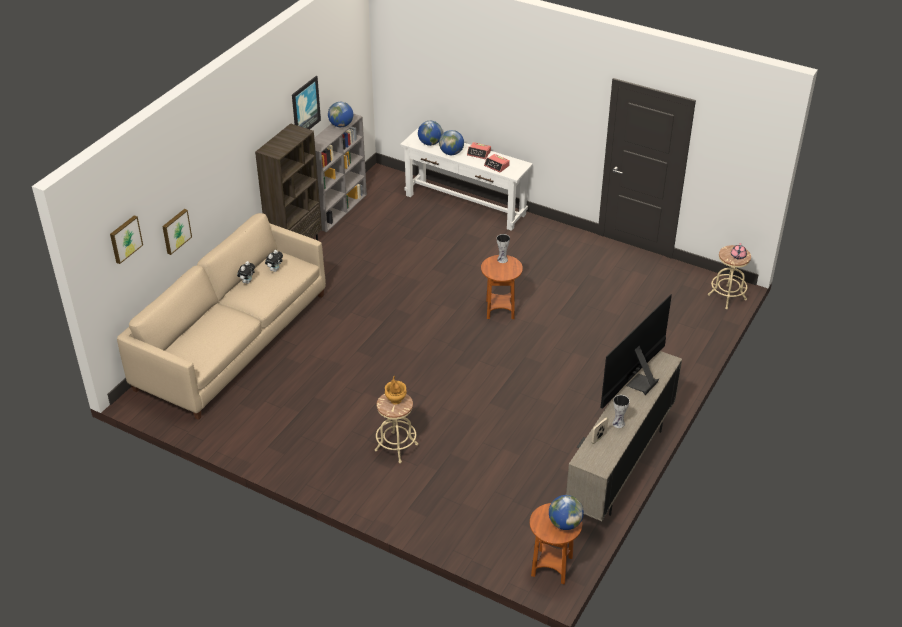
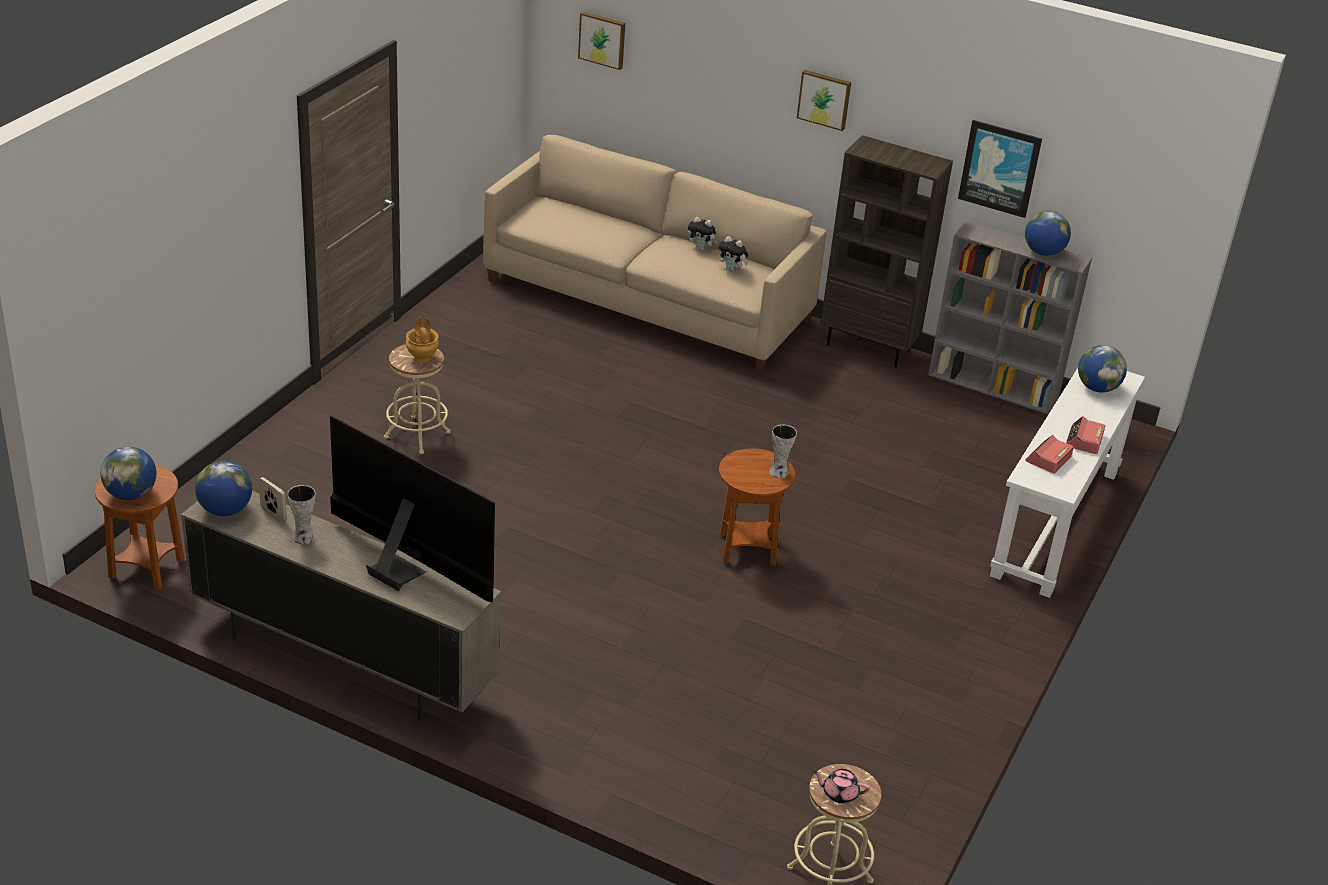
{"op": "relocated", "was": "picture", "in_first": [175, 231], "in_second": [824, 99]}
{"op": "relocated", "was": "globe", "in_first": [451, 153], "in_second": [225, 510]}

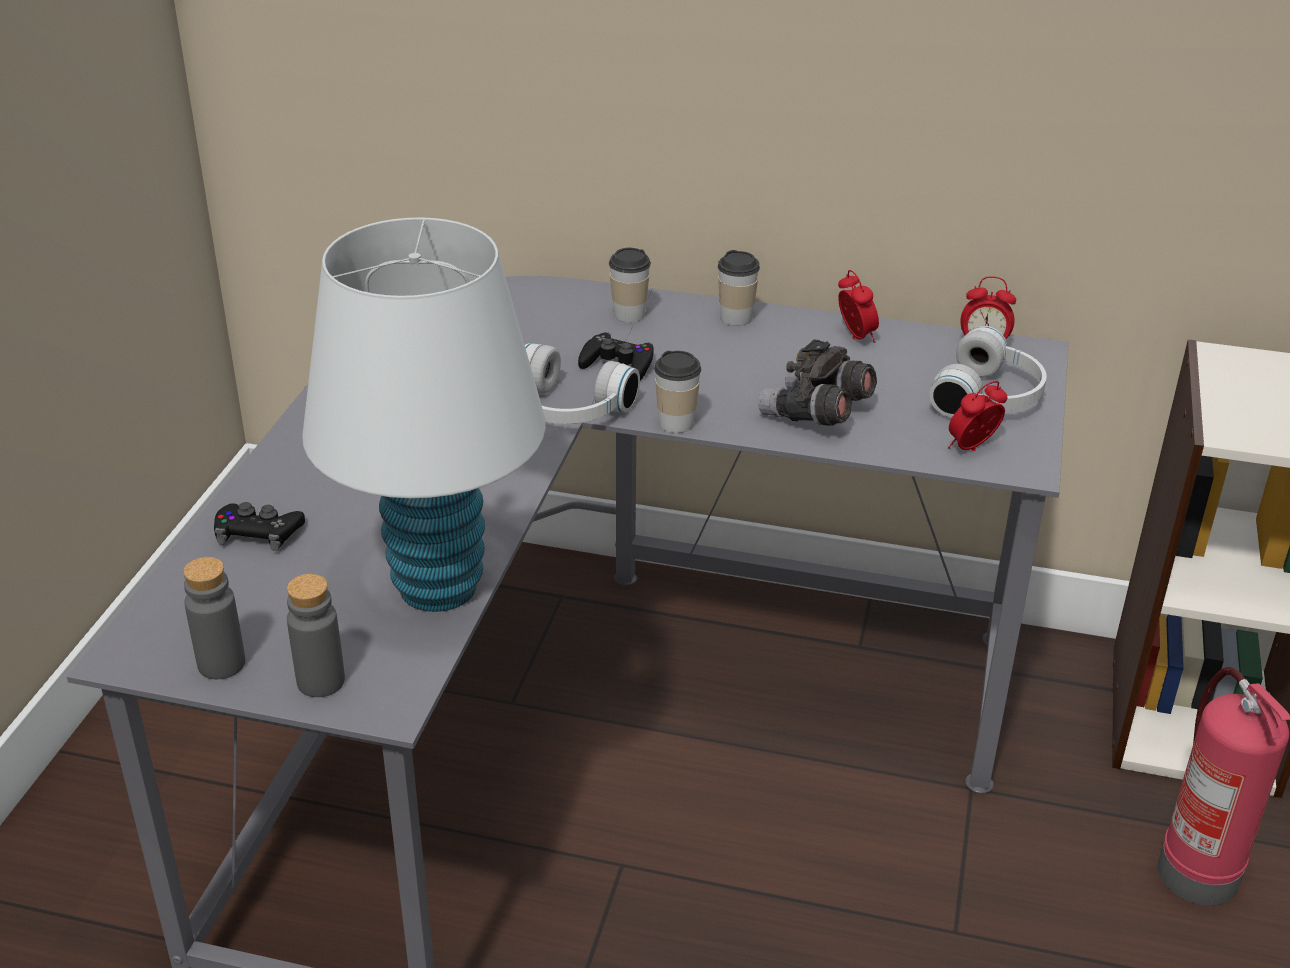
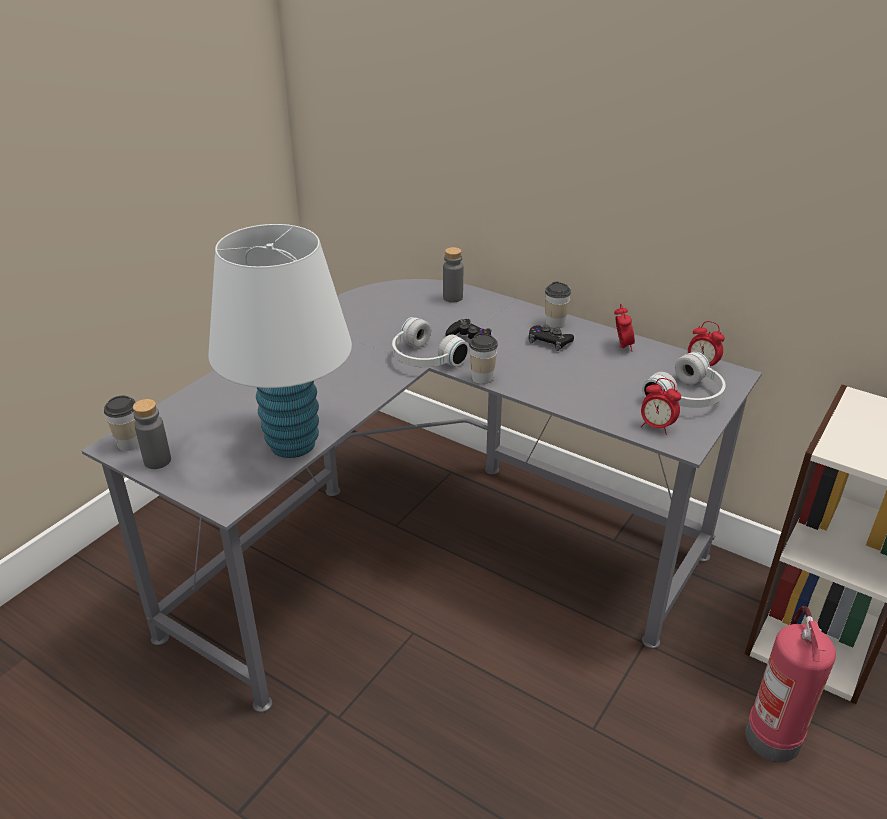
{"op": "relocated", "was": "black_game_controller", "in_first": [258, 533], "in_second": [549, 341]}
{"op": "relocated", "was": "grey_bottle", "in_first": [321, 681], "in_second": [453, 298]}
{"op": "relocated", "was": "cup", "in_first": [629, 314], "in_second": [129, 443]}
{"op": "missing", "was": "grey_binoculars", "in_first": [815, 414]}
{"op": "spun", "was": "alarm_clock", "in_first": [972, 449], "in_second": [656, 427], "clockwise": -135}

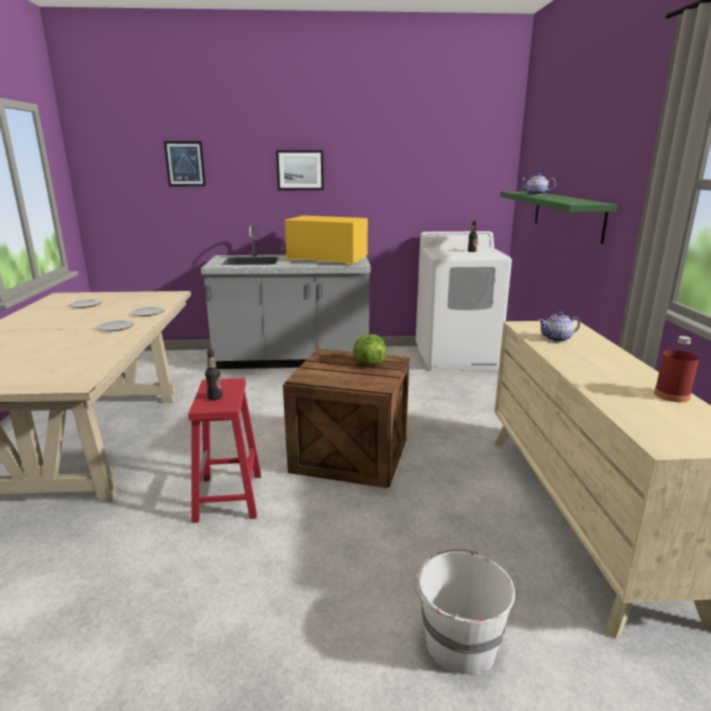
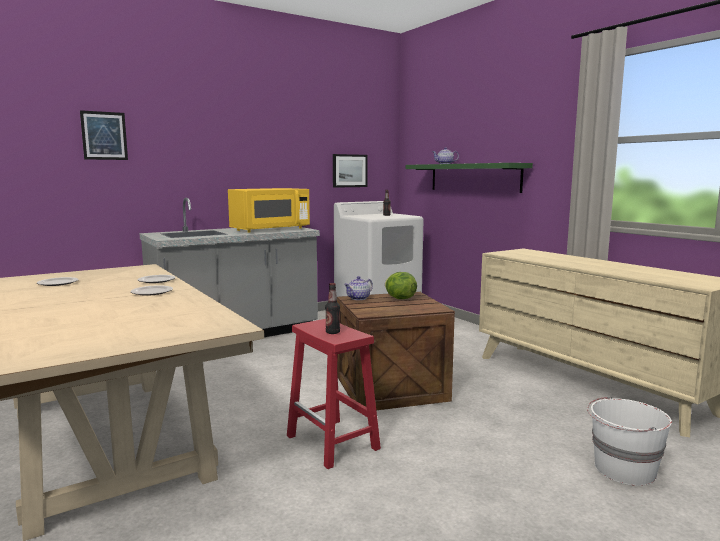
{"op": "relocated", "was": "picture", "in_first": [300, 170], "in_second": [349, 170]}
{"op": "spun", "was": "yellow_microwave", "in_first": [327, 261], "in_second": [270, 229], "clockwise": 150}
{"op": "relocated", "was": "teapot", "in_first": [557, 339], "in_second": [359, 298]}
{"op": "missing", "was": "red_bottle", "in_first": [671, 395]}

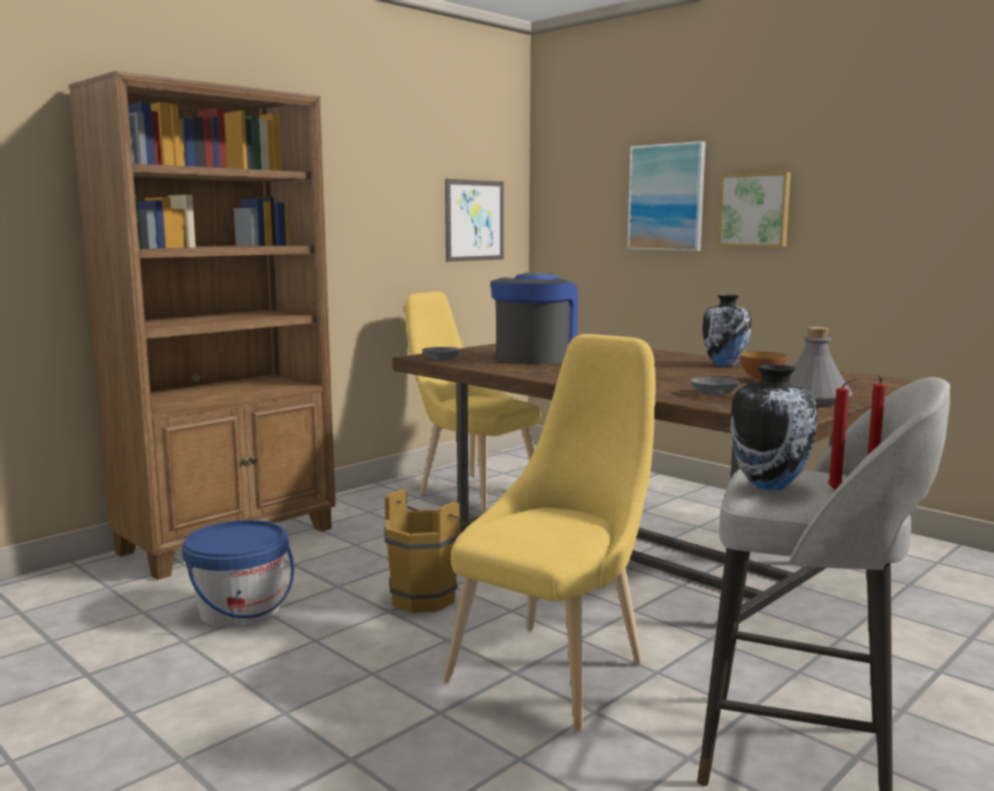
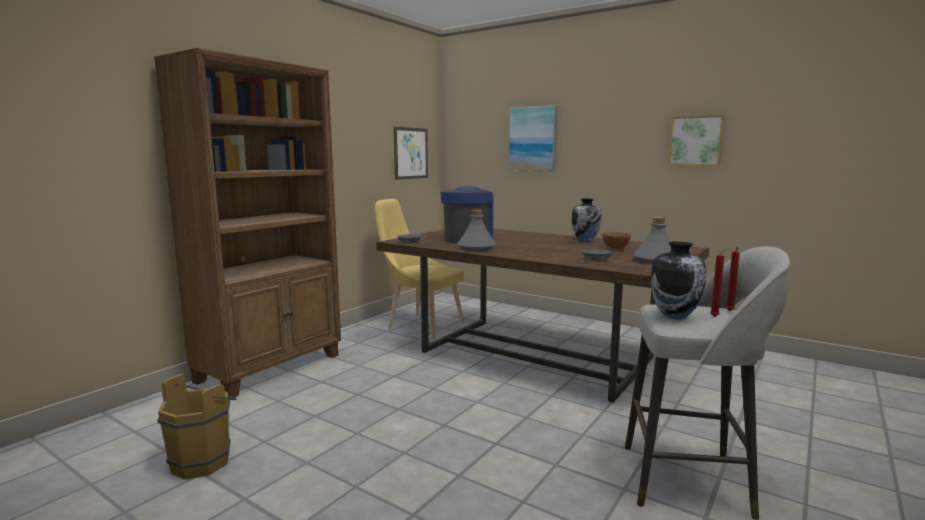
{"op": "missing", "was": "blue_bucket", "in_first": [240, 611]}
{"op": "relocated", "was": "brown_bucket", "in_first": [427, 597], "in_second": [205, 460]}
{"op": "missing", "was": "yellow_chair", "in_first": [556, 668]}
{"op": "relocated", "was": "picture", "in_first": [755, 210], "in_second": [696, 140]}
{"op": "appeared", "now": "grey_bottle", "in_second": [476, 248]}

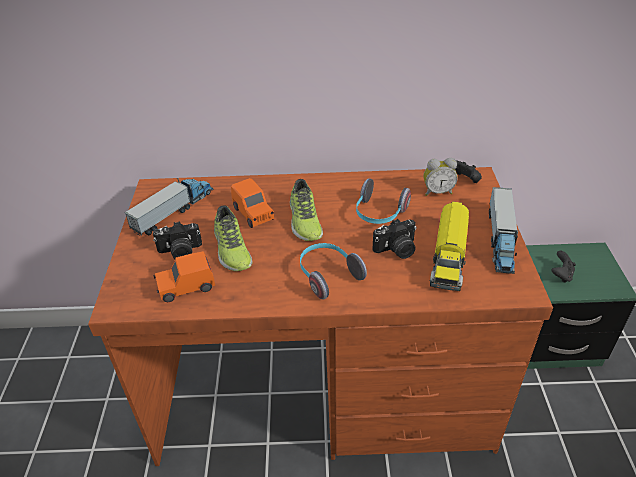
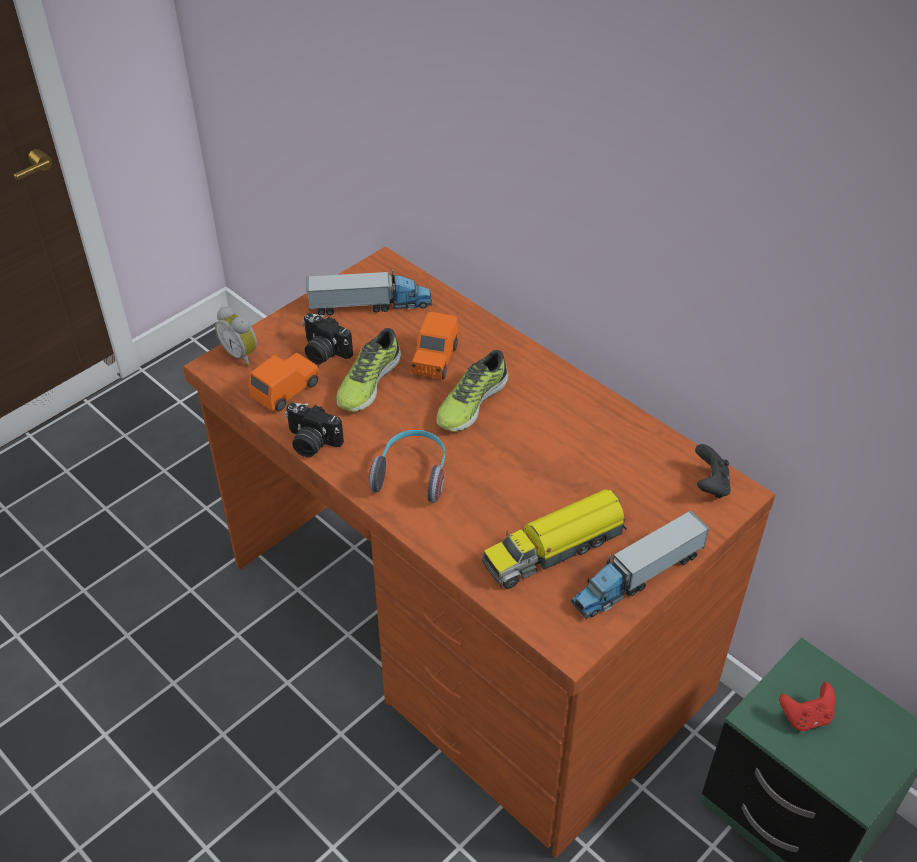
{"op": "spun", "was": "orange_toy_car", "in_first": [186, 287], "in_second": [286, 390], "clockwise": 105}
{"op": "missing", "was": "headphones", "in_first": [379, 214]}
{"op": "relocated", "was": "photo_camera", "in_first": [396, 250], "in_second": [311, 443]}
{"op": "relocated", "was": "alarm_clock", "in_first": [437, 192], "in_second": [242, 354]}
{"op": "colour", "was": "black_game_controller", "now": "red_game_controller", "in_first": [561, 275], "in_second": [805, 717]}

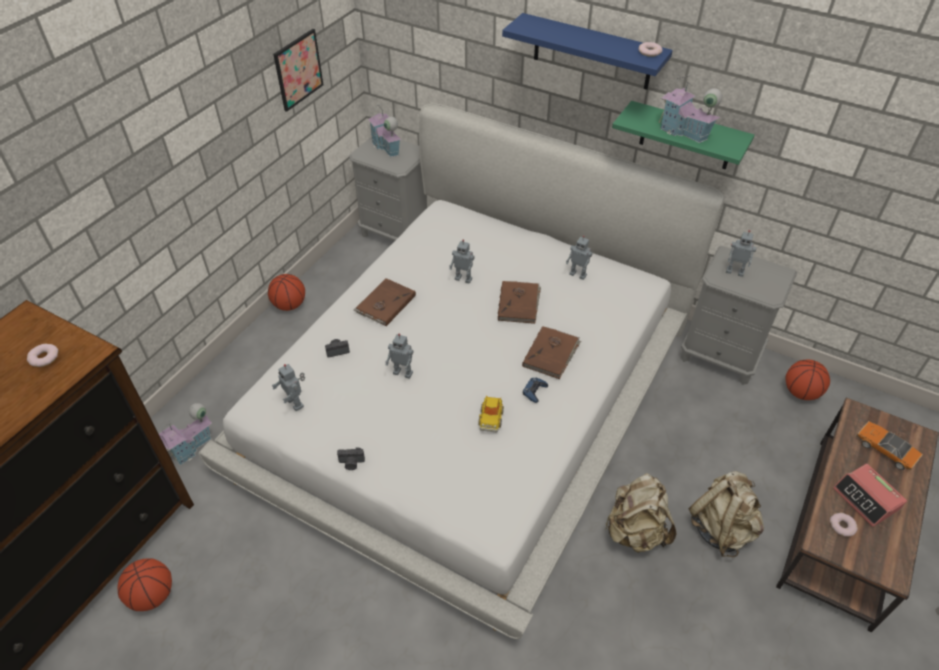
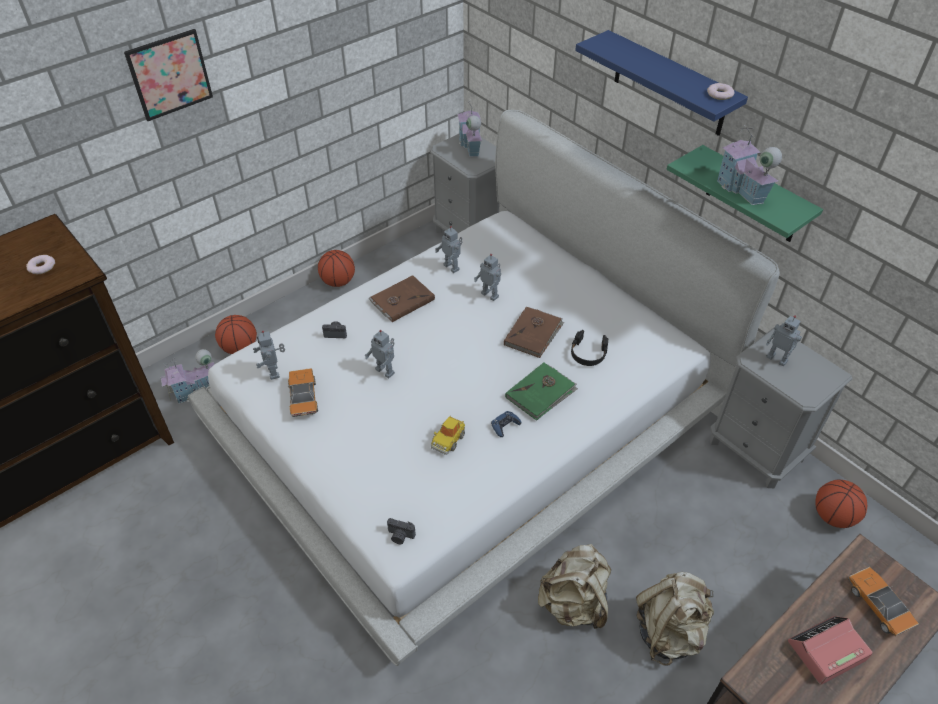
{"op": "relocated", "was": "basketball", "in_first": [152, 595], "in_second": [240, 348]}
{"op": "relocated", "was": "picture", "in_first": [298, 70], "in_second": [169, 75]}
{"op": "relocated", "was": "photo_camera", "in_first": [351, 463], "in_second": [400, 536]}
{"op": "colour", "was": "brown_book", "now": "green_book", "in_first": [551, 354], "in_second": [541, 393]}
{"op": "relocated", "was": "toy_robot", "in_first": [578, 274], "in_second": [452, 267]}
{"op": "missing", "was": "donut", "in_first": [842, 526]}
{"op": "spun", "was": "alarm_clock", "in_first": [866, 499], "in_second": [826, 651], "clockwise": 75}
{"op": "appeared", "now": "toy_car", "in_second": [303, 397]}
{"op": "appeared", "now": "black_headphones", "in_second": [588, 353]}

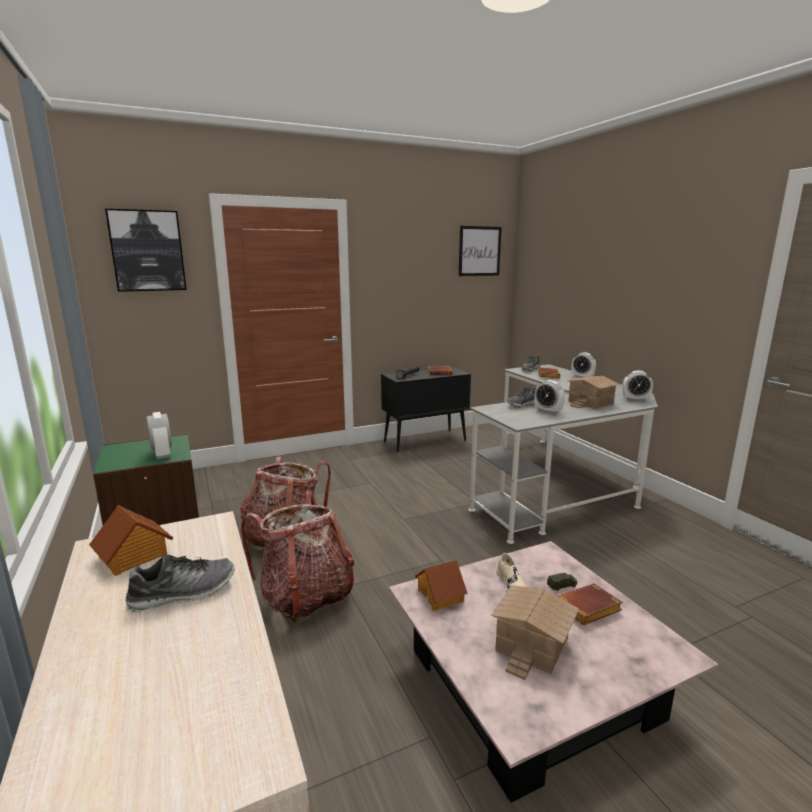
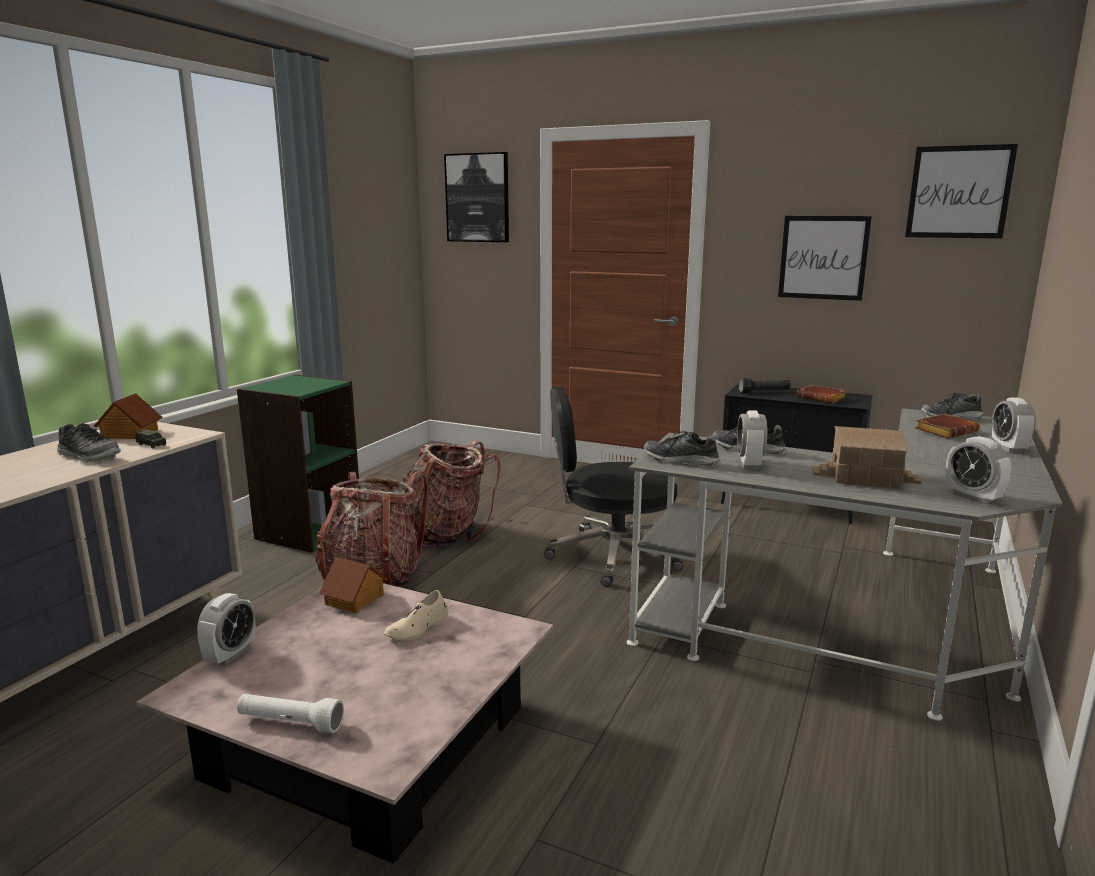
{"op": "relocated", "was": "alarm_clock", "in_first": [162, 454], "in_second": [230, 655]}
{"op": "missing", "was": "toy_house", "in_first": [530, 643]}
{"op": "relocated", "was": "toy_car", "in_first": [561, 585], "in_second": [151, 444]}
{"op": "missing", "was": "brown_book", "in_first": [588, 610]}
{"op": "appeared", "now": "white_flashlight", "in_second": [290, 723]}
{"op": "appeared", "now": "black_office_chair", "in_second": [611, 555]}
{"op": "appeared", "now": "shoe", "in_second": [680, 461]}
{"op": "appeared", "now": "picture", "in_second": [823, 257]}

